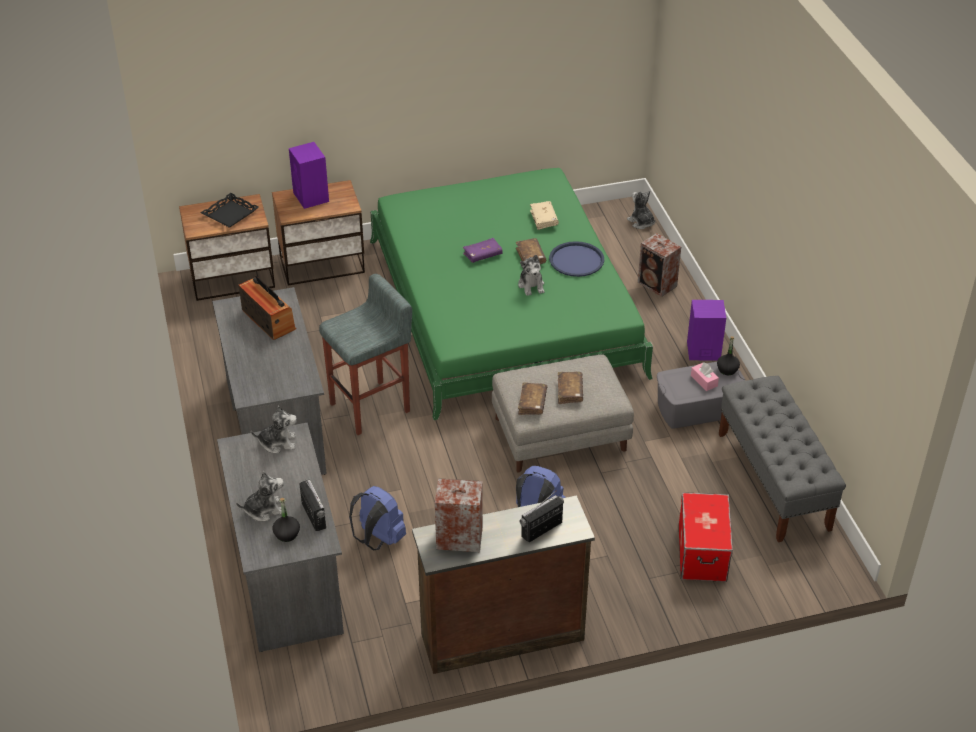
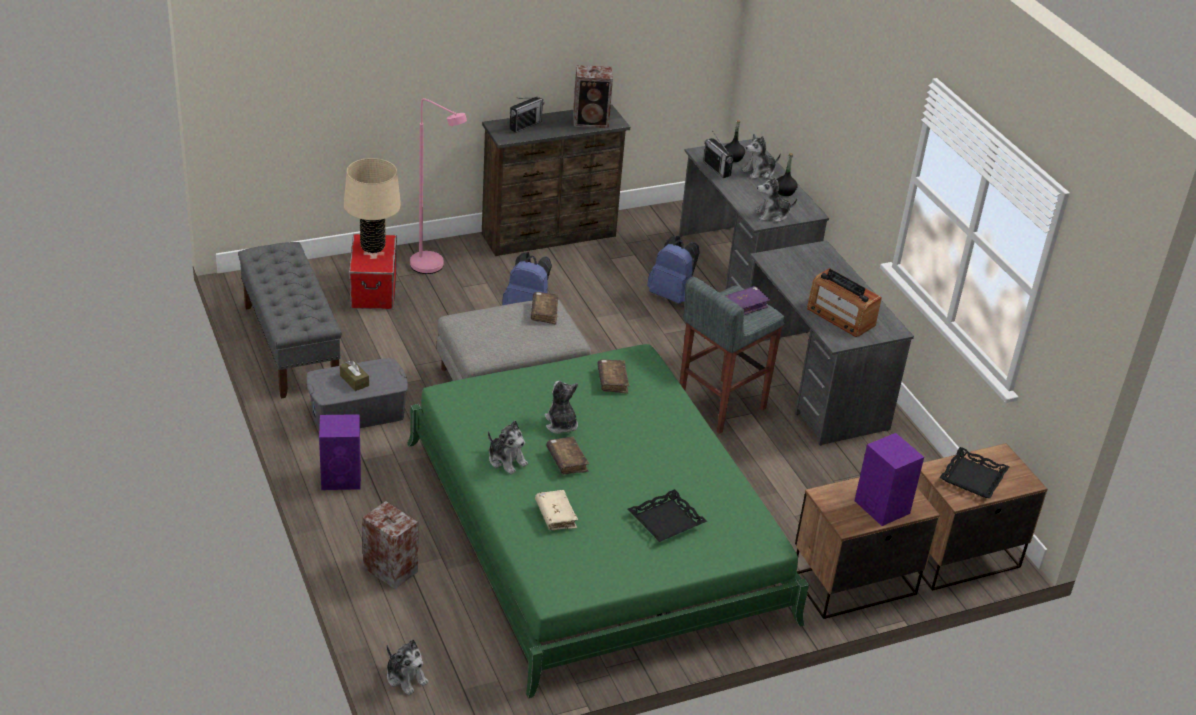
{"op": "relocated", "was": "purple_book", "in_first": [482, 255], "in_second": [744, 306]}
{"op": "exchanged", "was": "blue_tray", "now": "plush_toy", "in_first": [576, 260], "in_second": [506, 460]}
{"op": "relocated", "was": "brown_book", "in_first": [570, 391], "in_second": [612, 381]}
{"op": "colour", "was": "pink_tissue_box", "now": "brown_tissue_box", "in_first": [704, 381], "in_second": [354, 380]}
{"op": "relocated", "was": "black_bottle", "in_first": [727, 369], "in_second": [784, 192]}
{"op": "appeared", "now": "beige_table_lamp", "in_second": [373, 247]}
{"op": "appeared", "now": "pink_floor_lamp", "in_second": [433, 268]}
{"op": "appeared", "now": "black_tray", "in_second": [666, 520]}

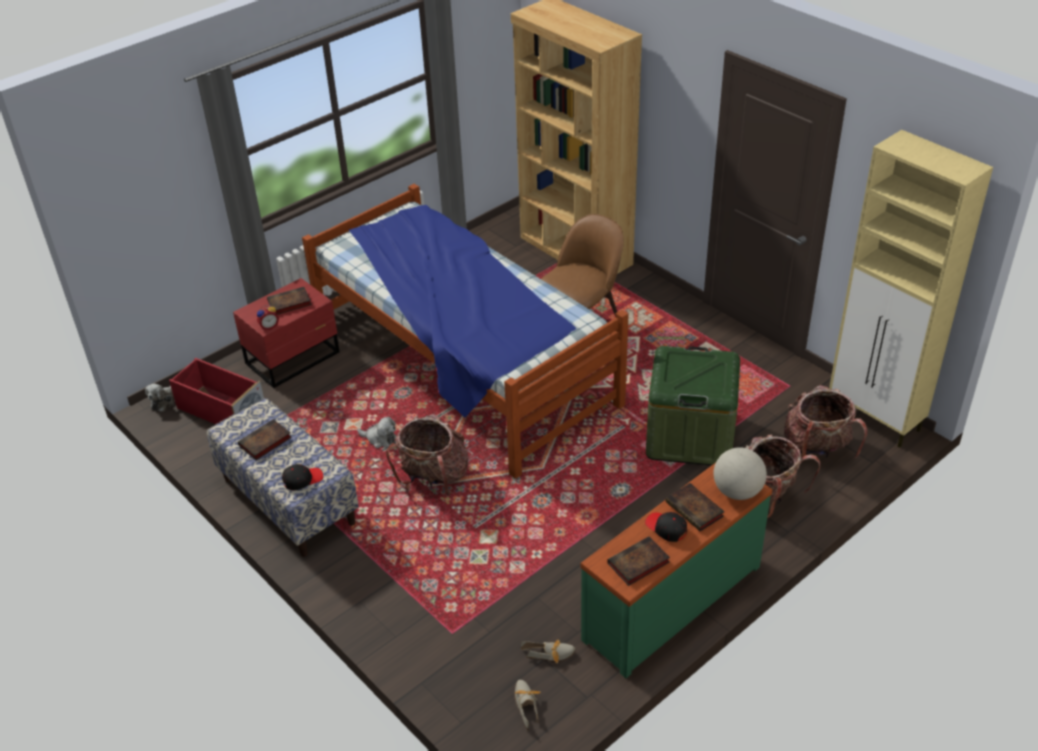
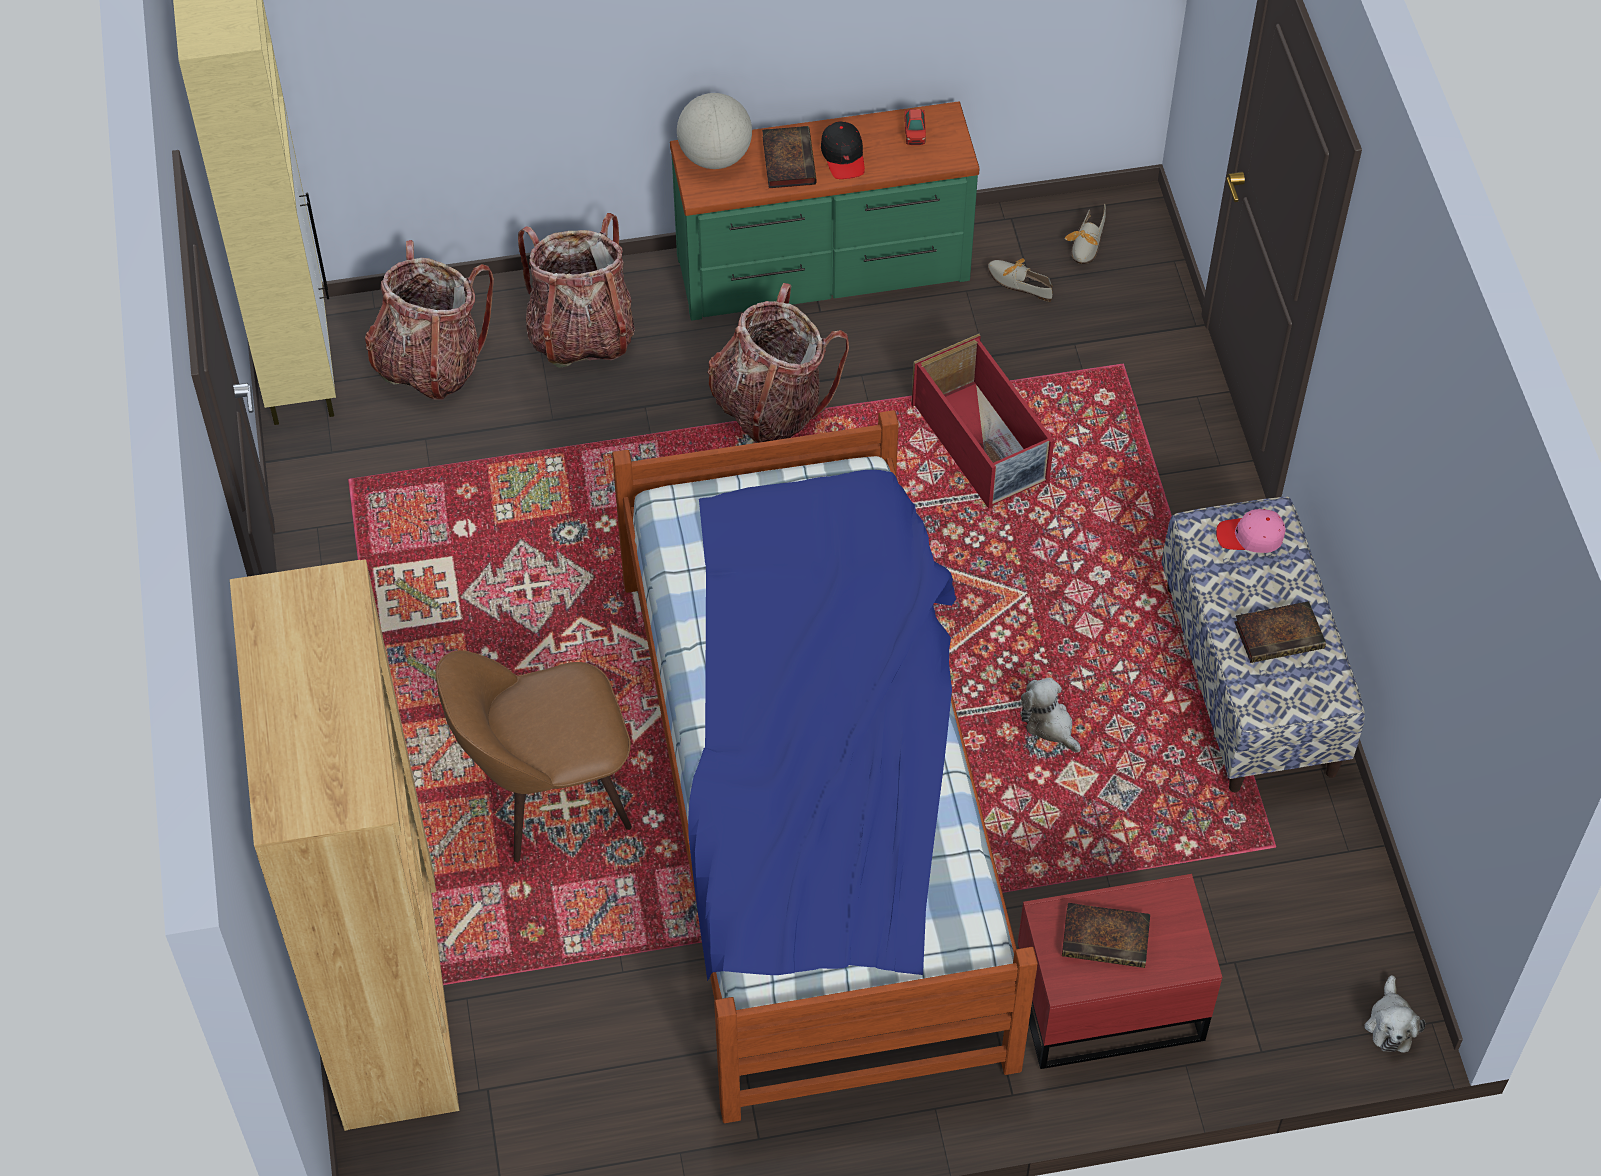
{"op": "spun", "was": "plush_toy", "in_first": [163, 401], "in_second": [1391, 1024], "clockwise": 135}
{"op": "relocated", "was": "red_storage_box", "in_first": [221, 410], "in_second": [981, 444]}
{"op": "missing", "was": "alarm_clock", "in_first": [269, 326]}
{"op": "colour", "was": "black_cap", "now": "pink_cap", "in_first": [302, 479], "in_second": [1250, 536]}
{"op": "relocated", "was": "backpack", "in_first": [434, 478], "in_second": [770, 406]}
{"op": "exchanged", "was": "book", "now": "toy_car", "in_first": [637, 564], "in_second": [914, 133]}
{"op": "missing", "was": "green_storage_box", "in_first": [690, 435]}

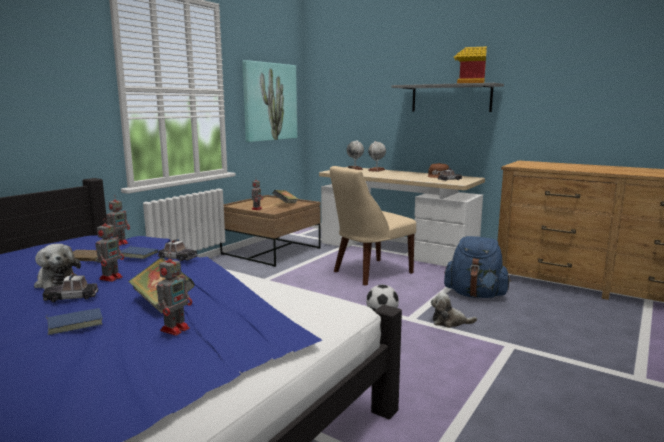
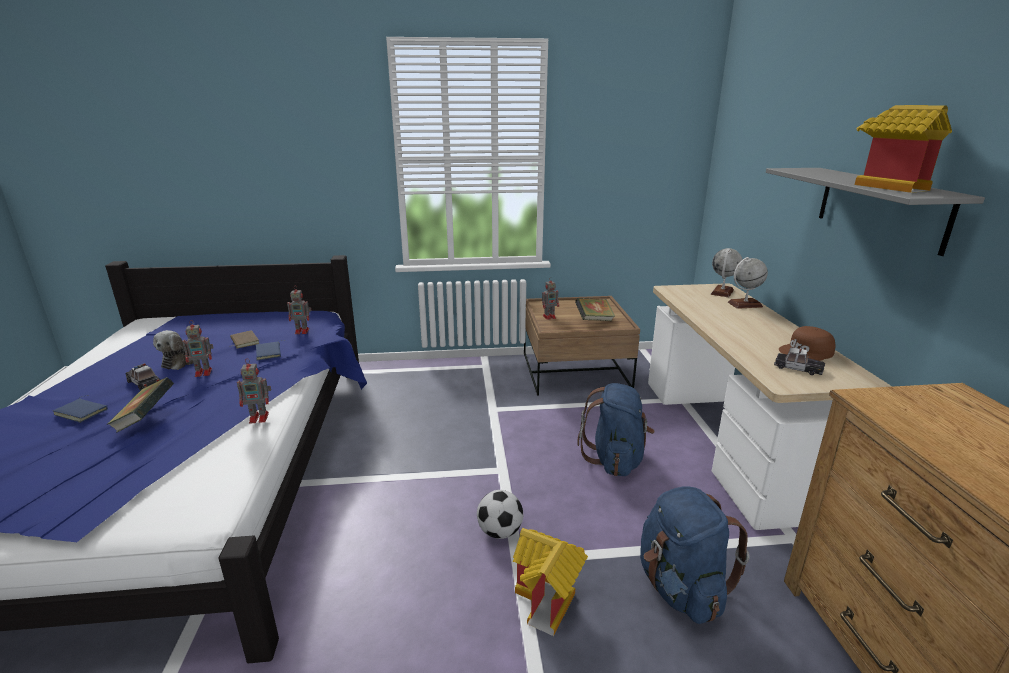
{"op": "relocated", "was": "toy_robot", "in_first": [176, 329], "in_second": [260, 417]}
{"op": "missing", "was": "toy_car", "in_first": [177, 257]}
{"op": "missing", "was": "picture", "in_first": [269, 102]}
{"op": "exchanged", "was": "beige_chair", "now": "blue_backpack", "in_first": [369, 273], "in_second": [615, 459]}
{"op": "exchanged", "was": "plush_toy", "now": "toy_house", "in_first": [449, 322], "in_second": [548, 602]}

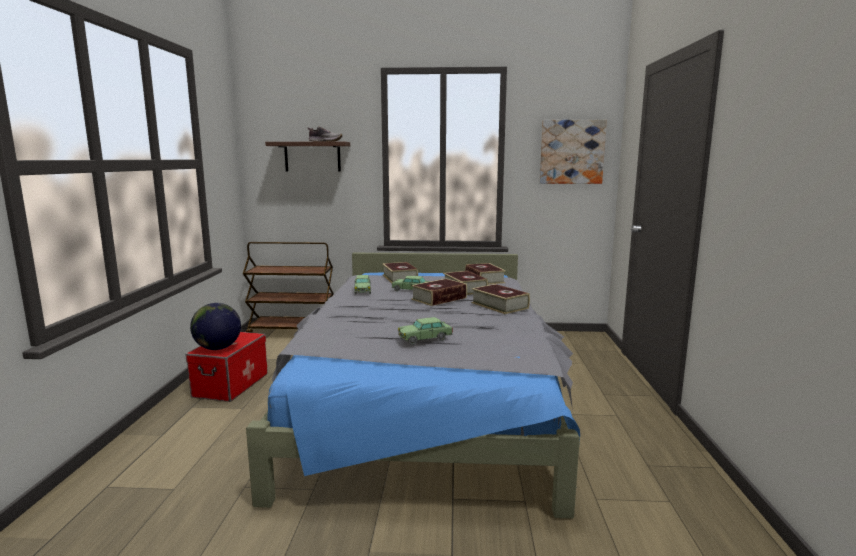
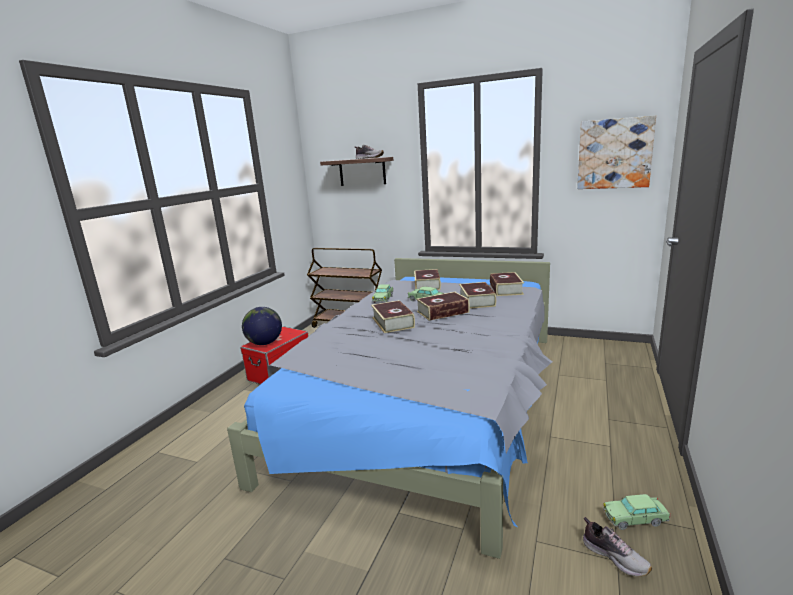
{"op": "relocated", "was": "toy_car", "in_first": [425, 339], "in_second": [634, 518]}
{"op": "relocated", "was": "book", "in_first": [499, 305], "in_second": [393, 322]}
{"op": "appeared", "now": "shoe", "in_second": [614, 556]}

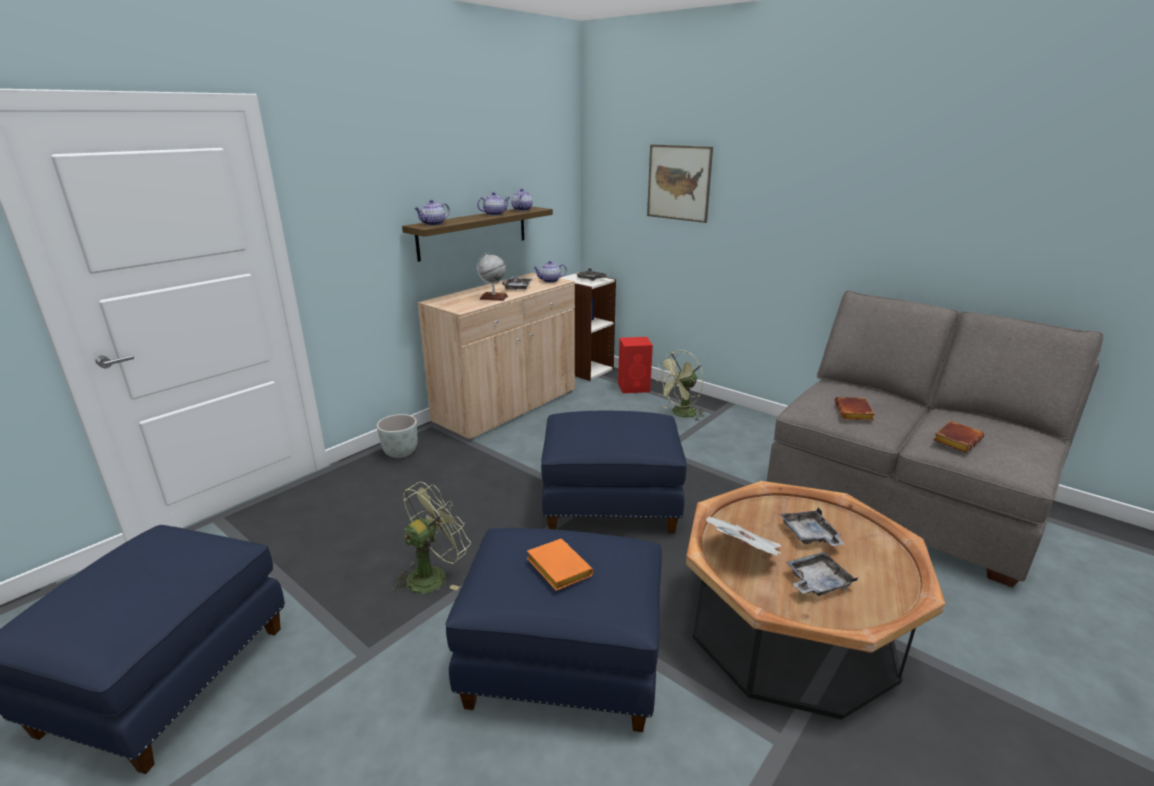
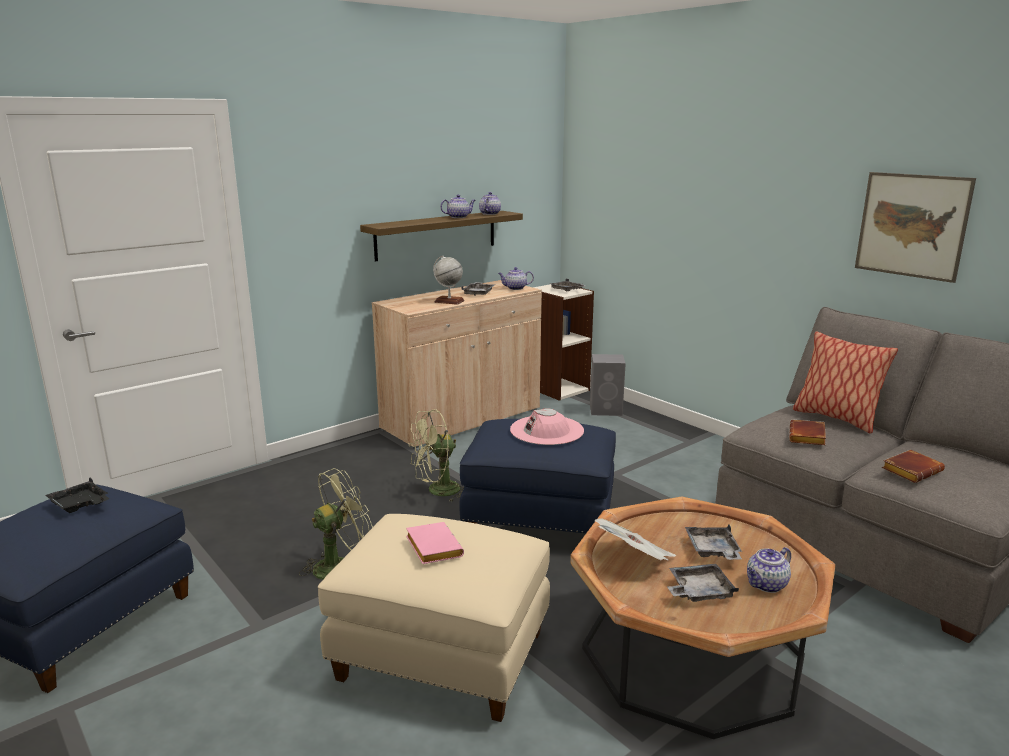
{"op": "missing", "was": "grey_planter", "in_first": [400, 452]}
{"op": "relocated", "was": "teapot", "in_first": [433, 224], "in_second": [766, 585]}
{"op": "colour", "was": "blue_ottoman", "now": "beige_ottoman", "in_first": [561, 666], "in_second": [440, 657]}
{"op": "colour", "was": "orange_book", "now": "pink_book", "in_first": [556, 568], "in_second": [431, 547]}
{"op": "colour", "was": "red_speaker", "now": "grey_speaker", "in_first": [634, 387], "in_second": [606, 410]}
{"op": "relocated", "was": "picture", "in_first": [678, 183], "in_second": [912, 225]}
{"op": "relocated", "was": "green_fan", "in_first": [680, 414], "in_second": [437, 491]}
{"op": "appeared", "now": "black_tray", "in_second": [80, 505]}
{"op": "appeared", "now": "pink_hat", "in_second": [547, 430]}
{"op": "appeared", "now": "pillow", "in_second": [835, 418]}

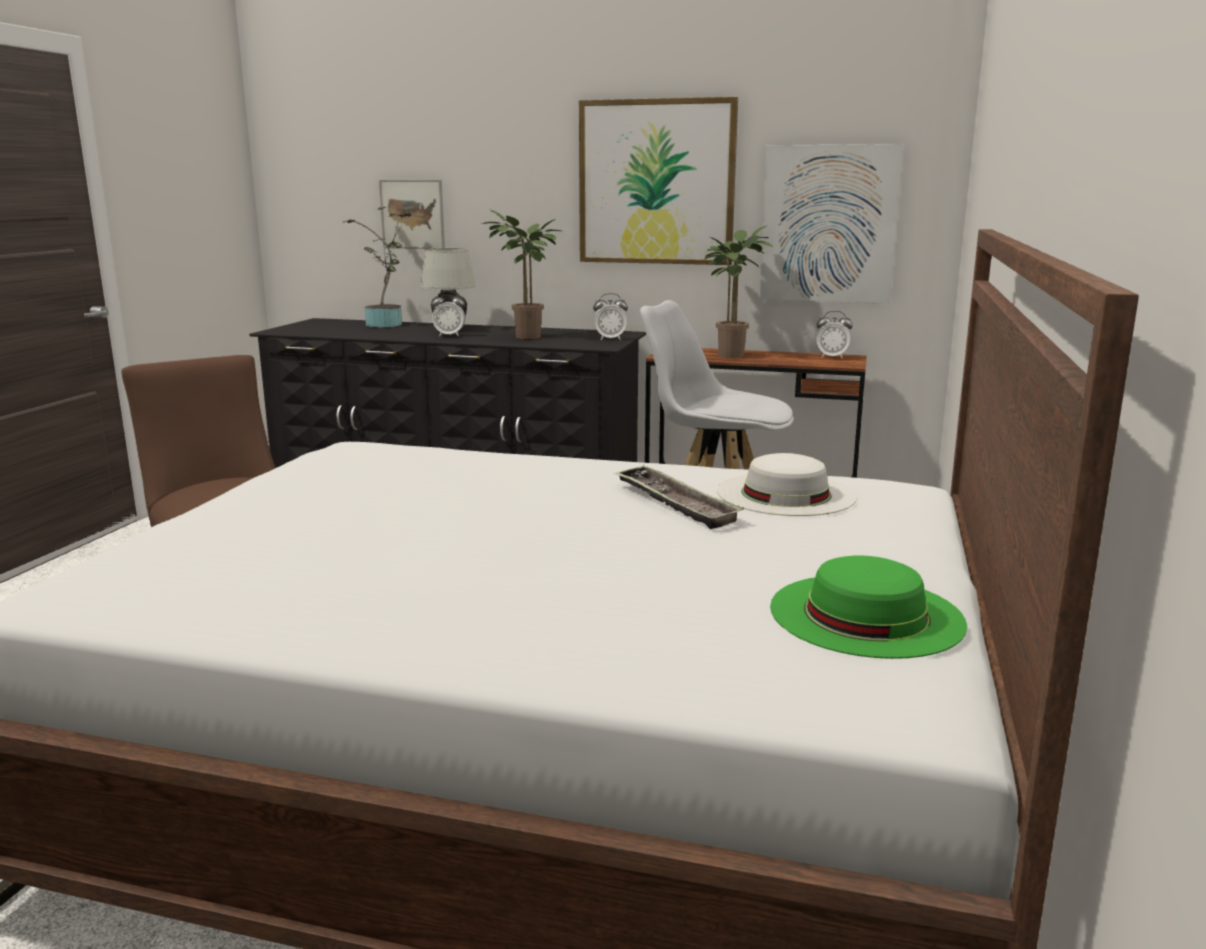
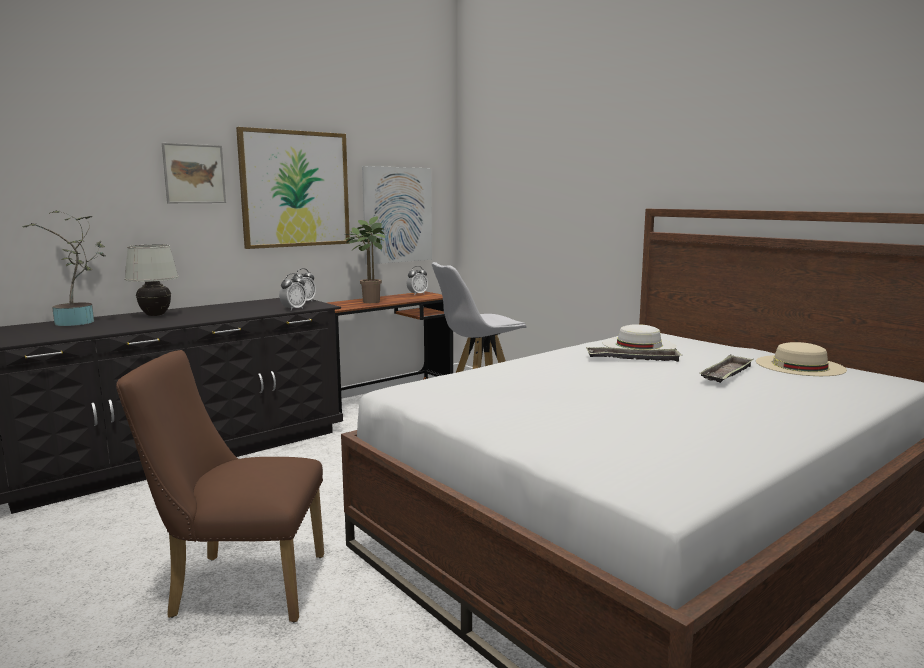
{"op": "relocated", "was": "picture", "in_first": [412, 214], "in_second": [194, 174]}
{"op": "relocated", "was": "alarm_clock", "in_first": [449, 335], "in_second": [293, 309]}
{"op": "missing", "was": "potted_plant", "in_first": [526, 337]}
{"op": "colour", "was": "green_hat", "now": "beige_hat", "in_first": [865, 614], "in_second": [799, 365]}
{"op": "appeared", "now": "tray", "in_second": [727, 374]}

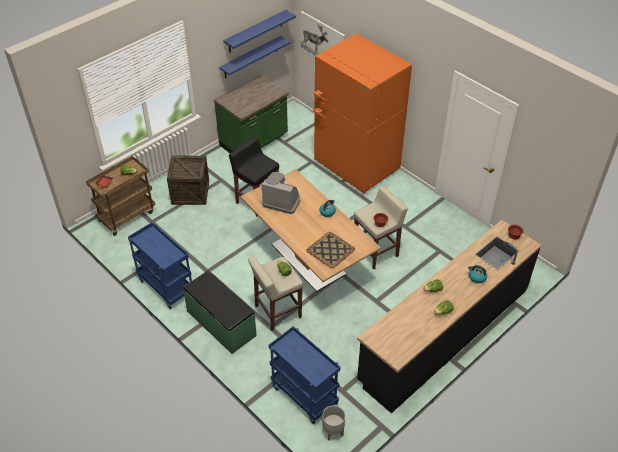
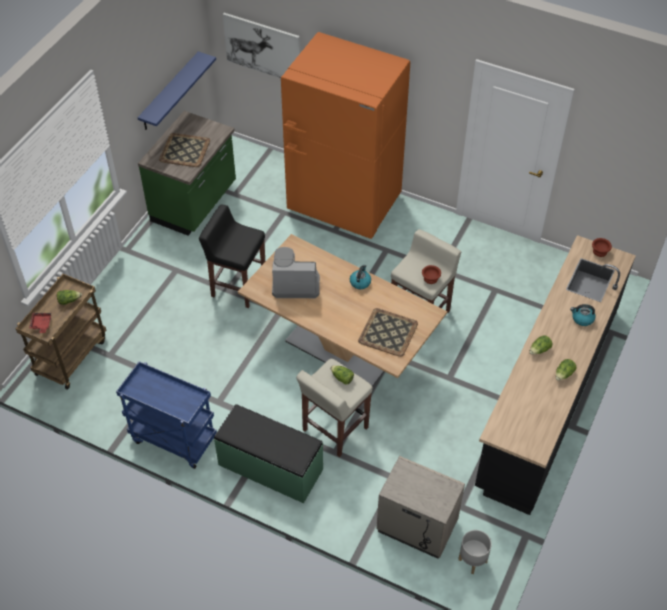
{"op": "missing", "was": "crate", "in_first": [190, 192]}
{"op": "missing", "was": "blue_shelf", "in_first": [255, 31]}
{"op": "exchanged", "was": "blue_cart", "now": "beige_nightstand", "in_first": [303, 395], "in_second": [416, 527]}
{"op": "appeared", "now": "tray", "in_second": [184, 150]}

